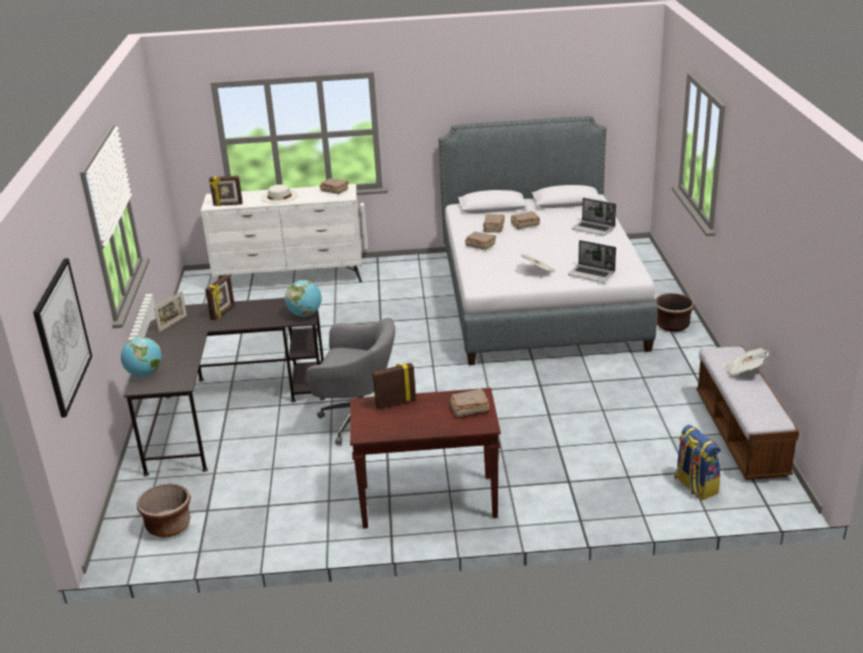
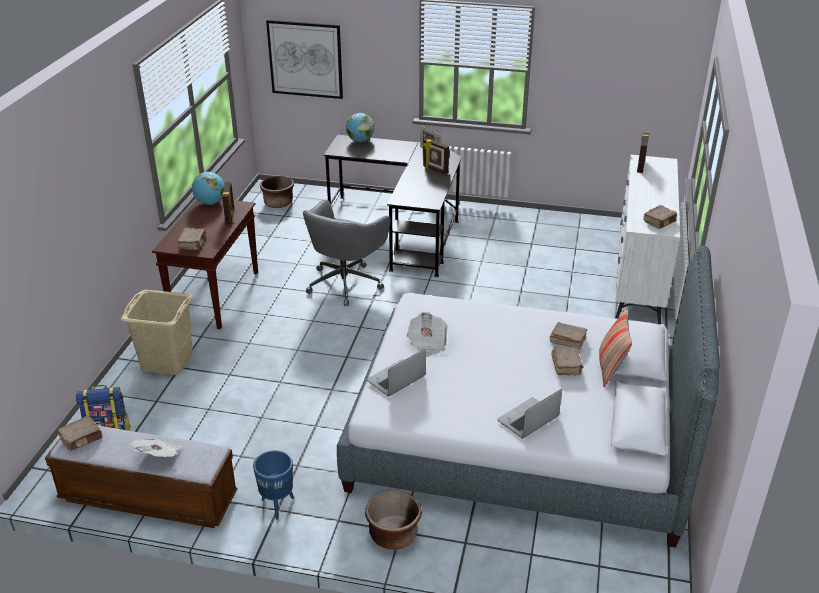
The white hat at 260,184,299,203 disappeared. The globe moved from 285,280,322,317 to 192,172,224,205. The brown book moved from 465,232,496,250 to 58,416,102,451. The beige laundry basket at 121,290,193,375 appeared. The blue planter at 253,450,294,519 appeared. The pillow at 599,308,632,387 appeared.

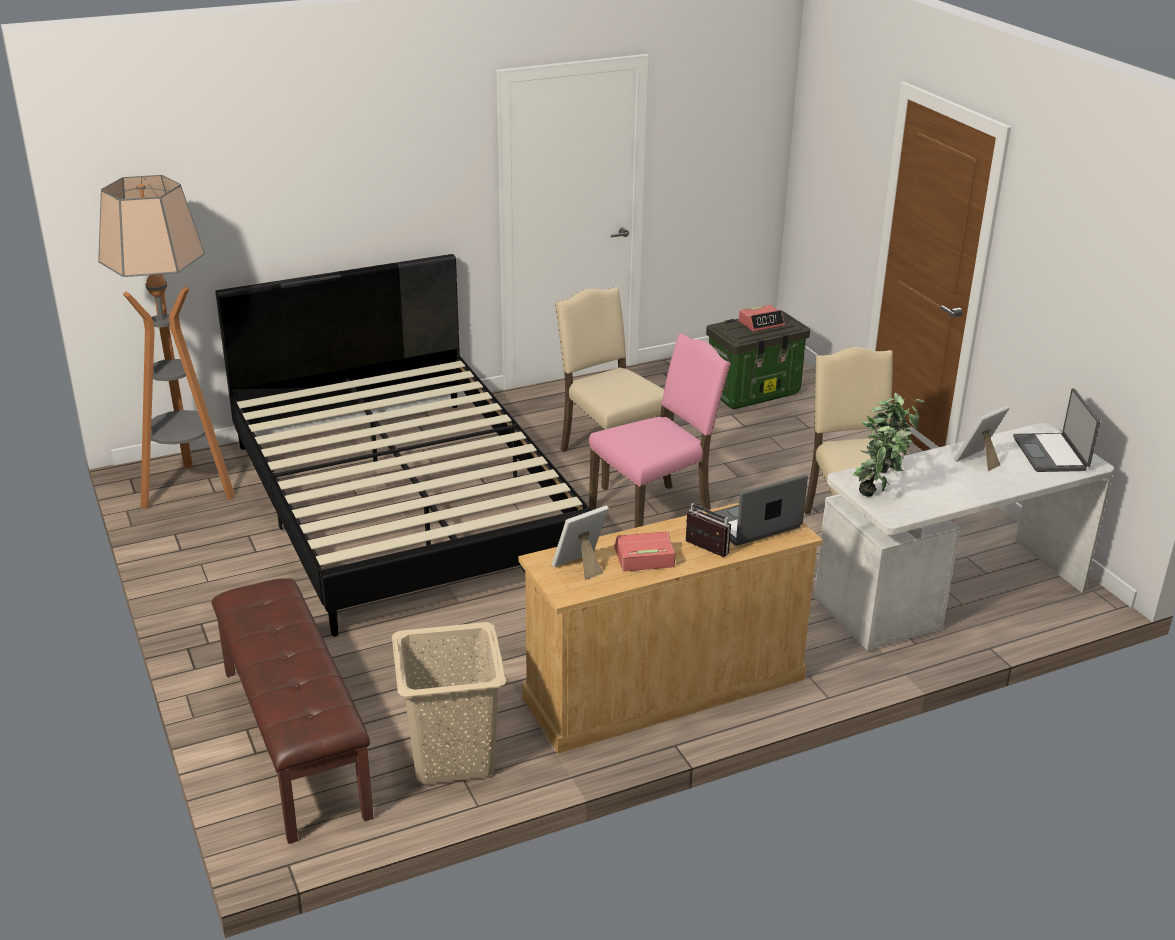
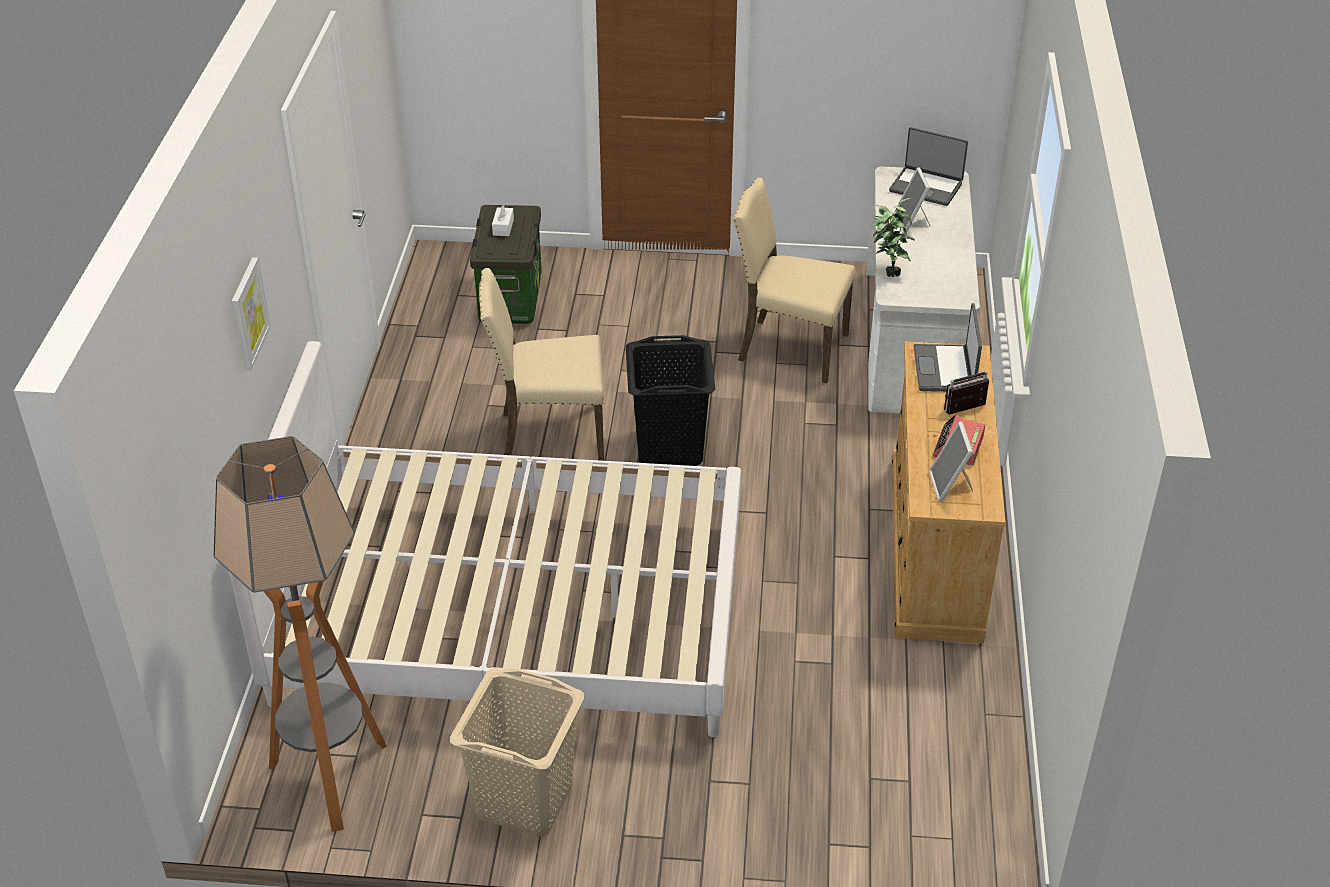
The brown bench at 212,578,373,844 disappeared. The black bed at 215,254,593,637 became the white bed at 229,341,741,737. The beige laundry basket moved from 392,622,506,784 to 450,668,585,836. The pink chair at 589,334,731,528 was replaced by the black laundry basket at 626,335,715,466. The alarm clock at 739,305,785,332 was replaced by the white tissue box at 492,204,514,236. The potted plant at 853,426,913,497 disappeared. The picture at 232,257,271,371 appeared.

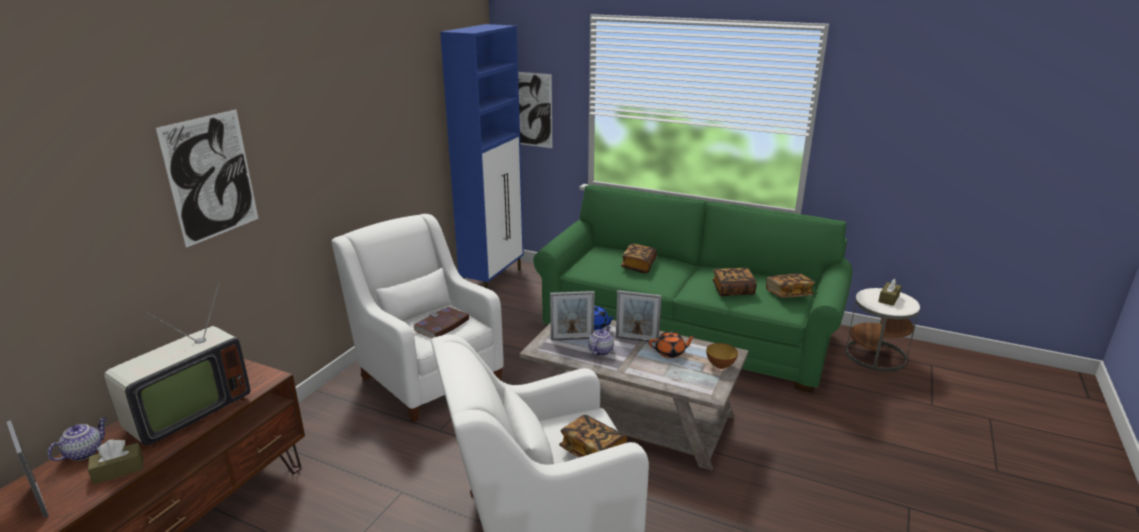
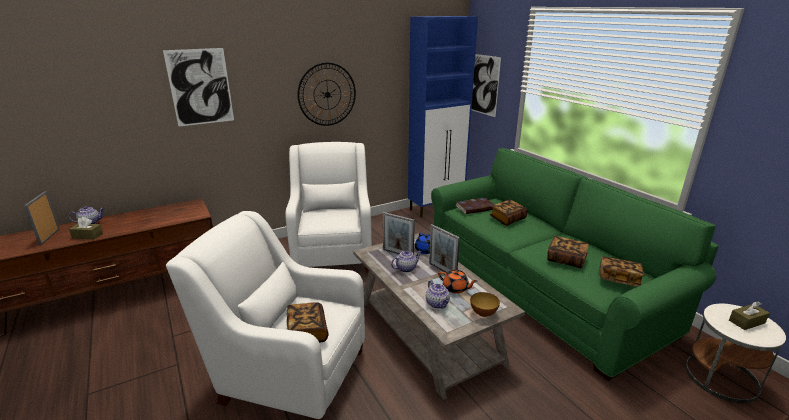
The television at 104,282,250,448 disappeared. The book moved from 413,307,469,338 to 455,198,495,214. The wall clock at 297,62,356,126 appeared. The teapot at 426,280,450,309 appeared.

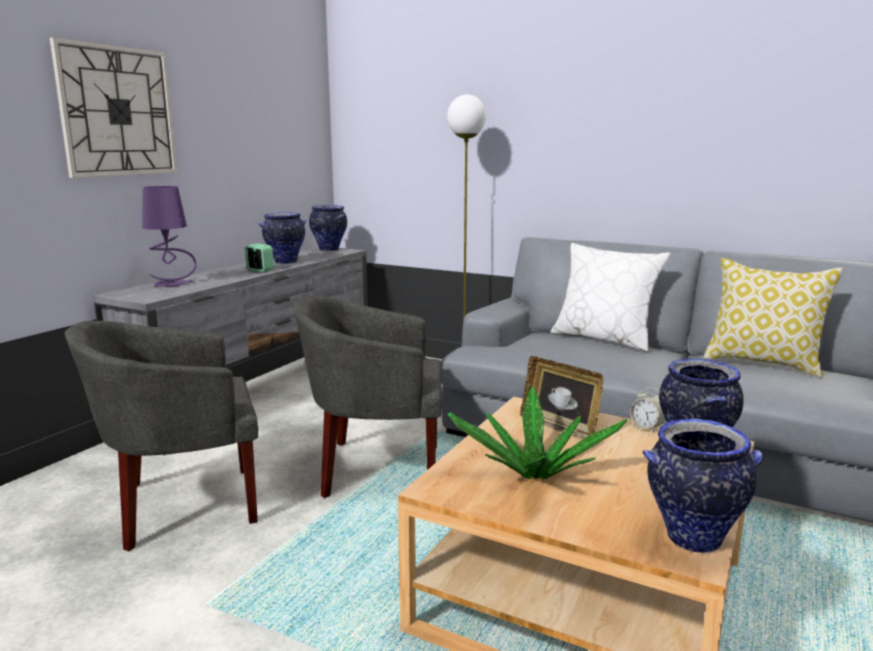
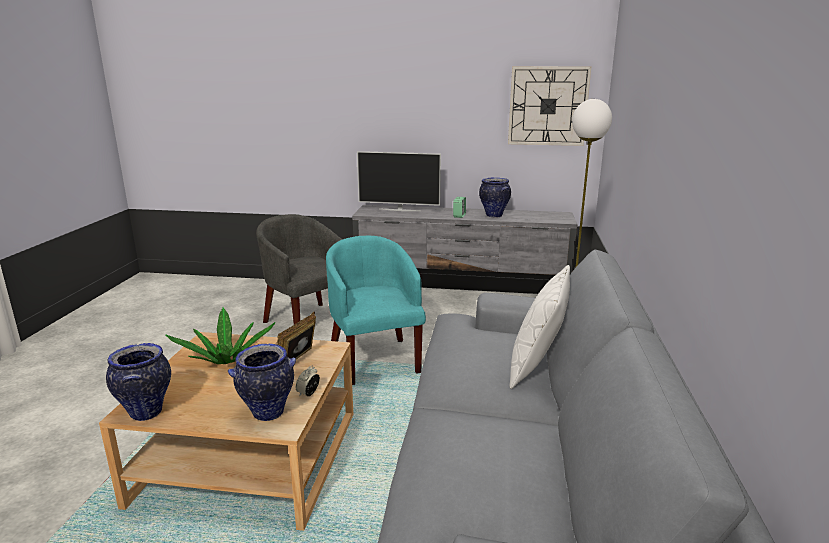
The wall clock moved from 50,37,178,178 to 508,66,592,146. The purple table lamp at 142,186,197,287 was replaced by the television at 357,151,441,211. The grey armchair at 293,296,442,498 became the turquoise armchair at 326,236,426,385. The vase at 309,205,347,251 disappeared. The pillow at 703,258,843,378 disappeared.

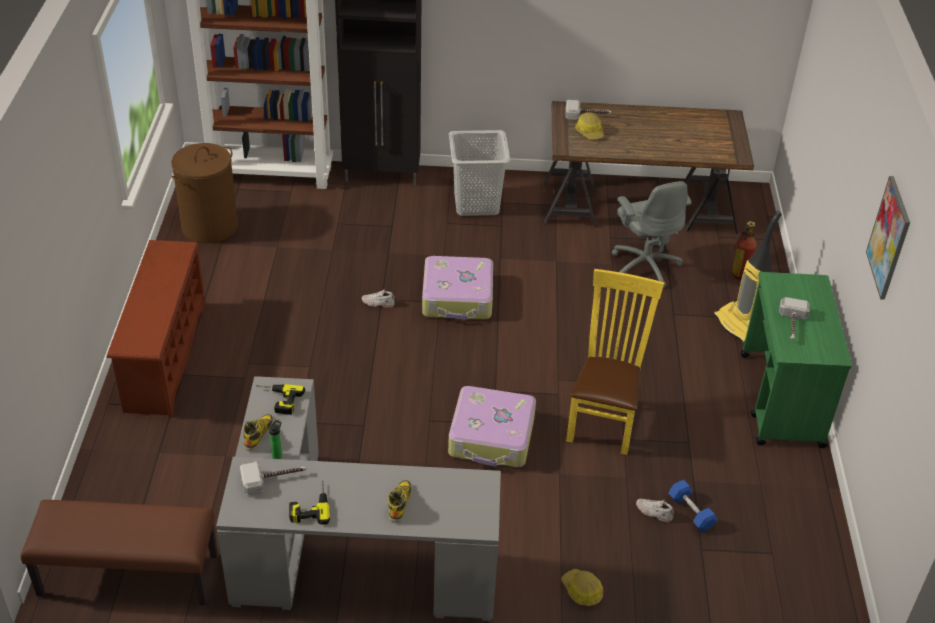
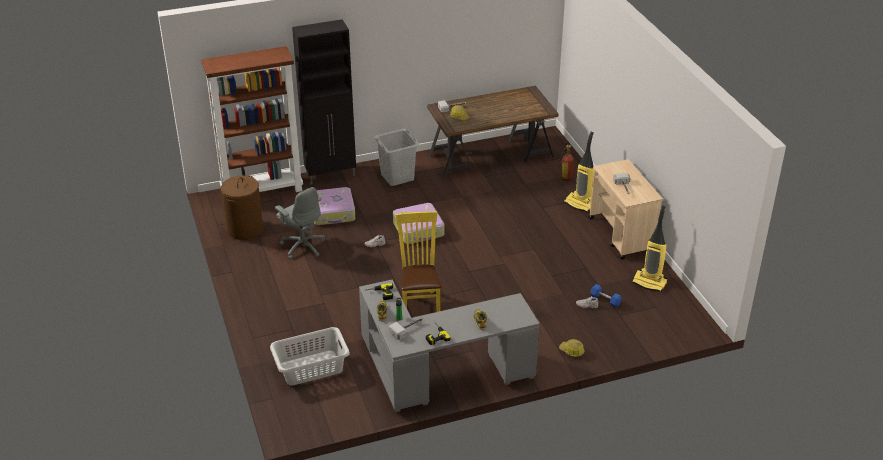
The brown bench at 21,500,218,605 disappeared. The brown shoe rack at 107,240,206,418 disappeared. The suitcase moved from 448,386,536,467 to 314,187,355,225. The yellow chair moved from 566,269,664,455 to 396,211,442,312. The grey office chair moved from 612,181,692,288 to 275,187,326,259. The green cart at 741,272,852,448 became the beige cart at 589,159,663,260. The picture at 866,176,910,300 disappeared. The grey laundry basket at 270,327,350,386 appeared. The vacuum cleaner at 632,206,668,292 appeared.

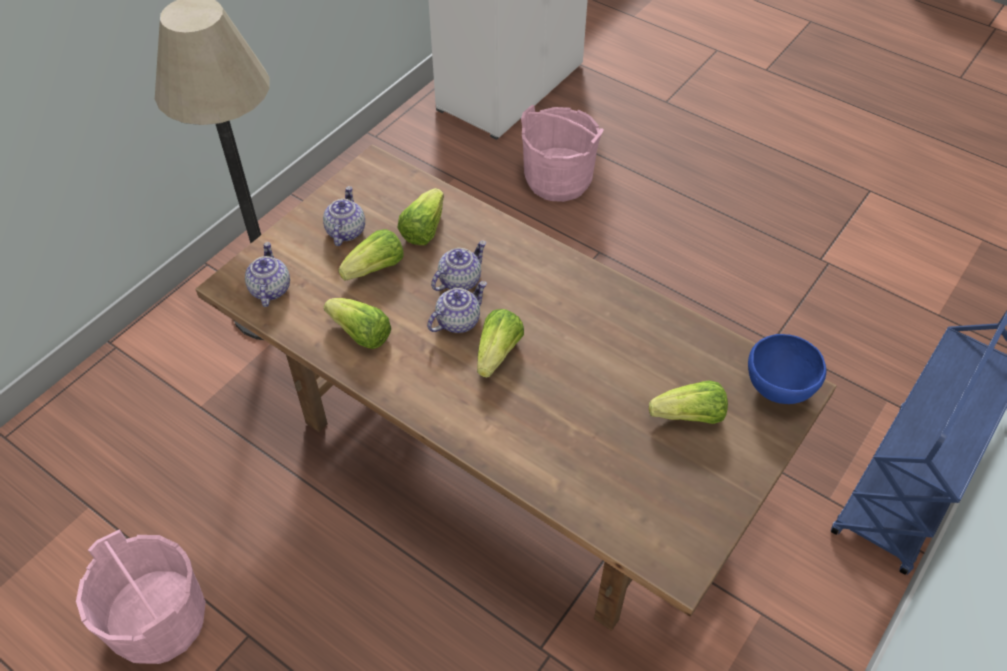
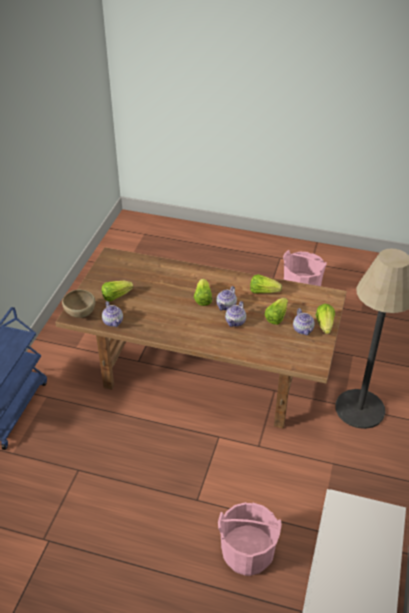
The teapot moved from 245,242,290,307 to 102,301,123,327. The lettuce moved from 397,188,444,245 to 315,304,335,334. The blue bowl at 748,334,826,404 became the brown bowl at 62,290,95,318.

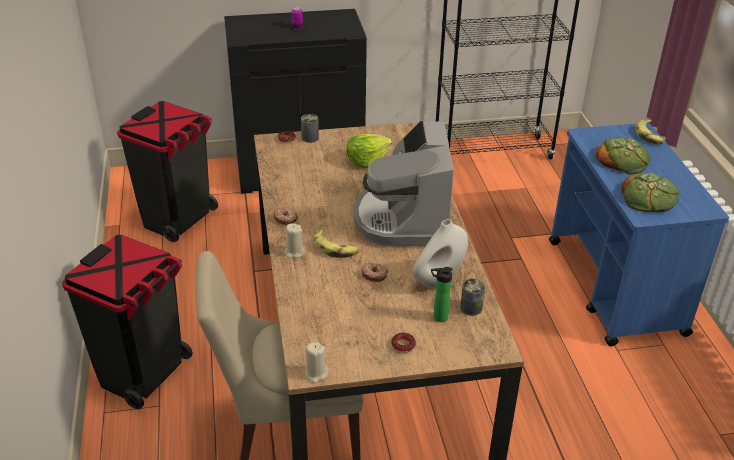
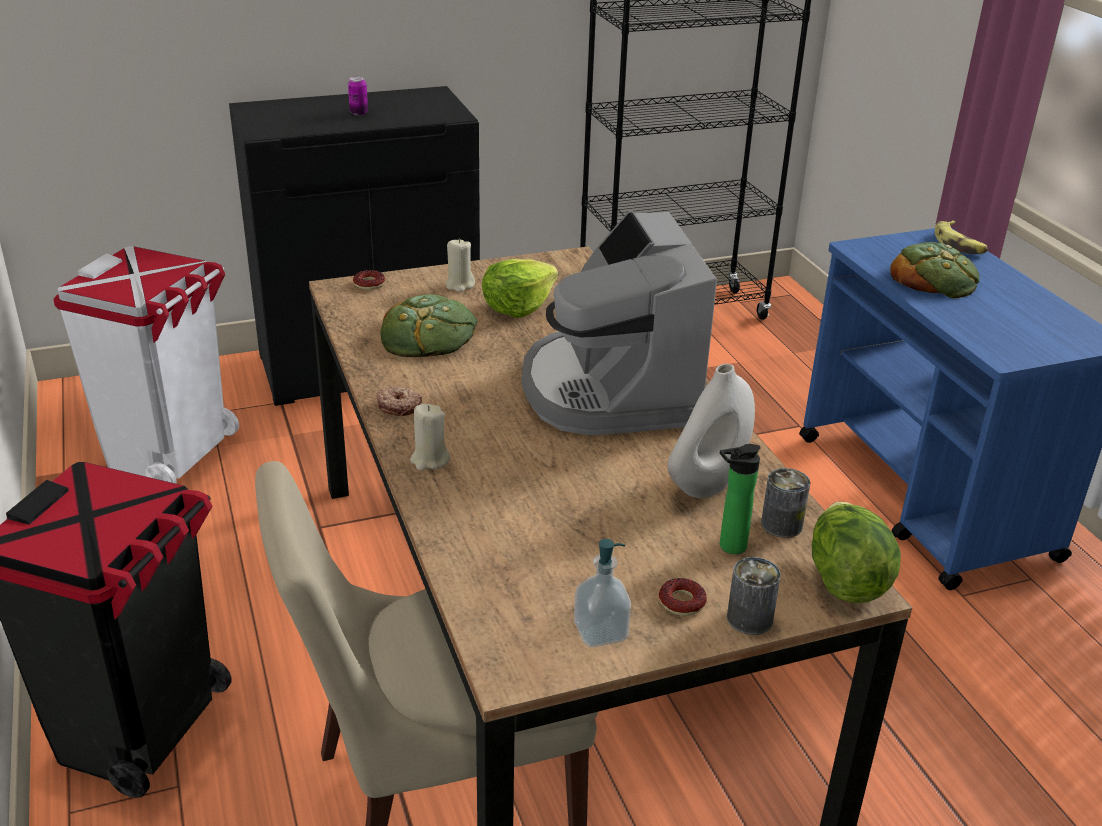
The black trash can at 117,101,218,242 became the white trash can at 53,246,239,484. The can moved from 301,114,319,143 to 727,557,781,635. The beige candle moved from 305,342,329,384 to 446,239,475,292. The banana at 314,229,359,258 disappeared. The donut at 361,263,388,282 disappeared. The bread moved from 621,173,679,212 to 380,294,478,357. The soap dispenser at 574,539,631,647 appeared. The lettuce at 812,501,901,603 appeared.

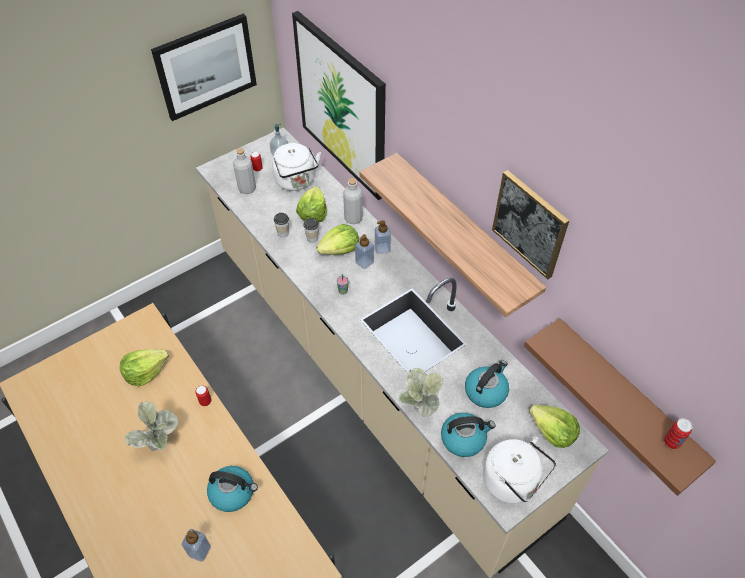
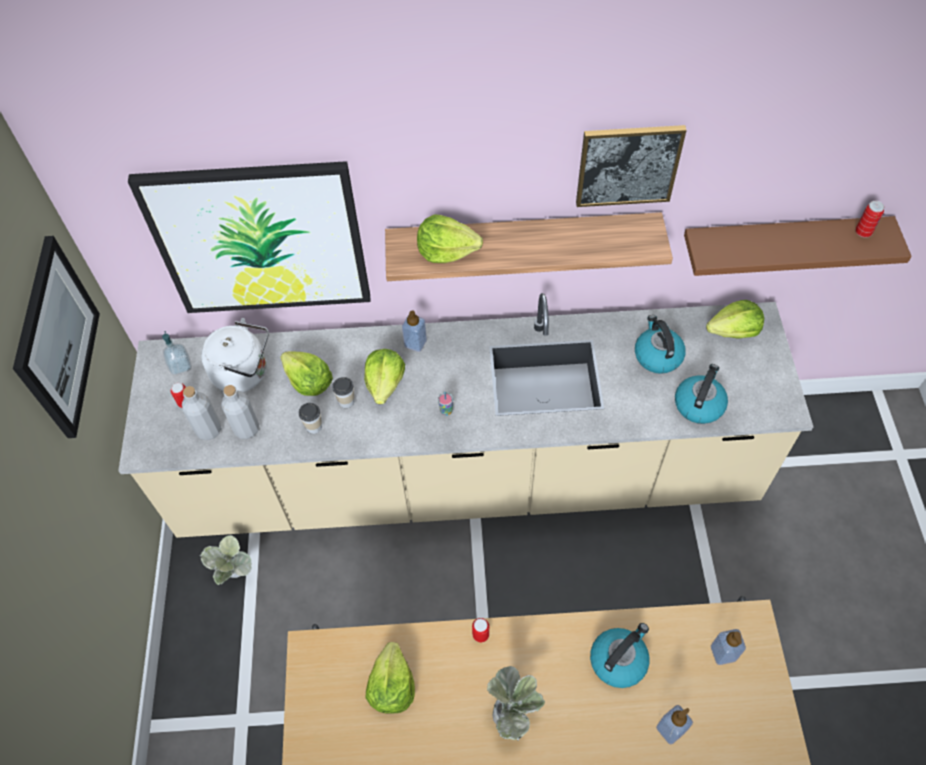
The grey bottle moved from 343,178,363,224 to 221,385,259,439. The soap dispenser moved from 355,234,374,269 to 711,629,746,665. The potted plant moved from 399,368,443,417 to 200,535,252,585. The white kettle at 483,437,556,504 disappeared. The lettuce at 417,214,483,263 appeared.

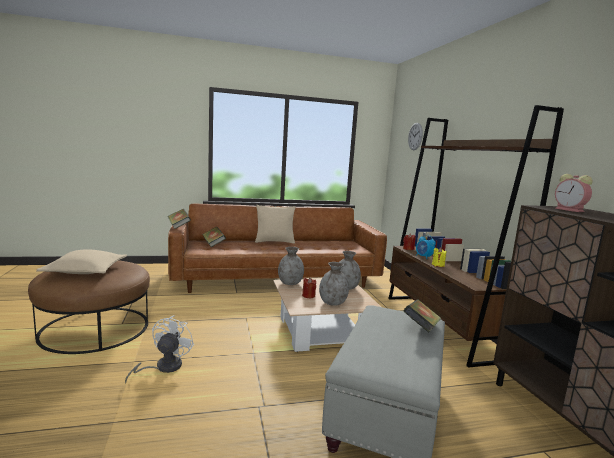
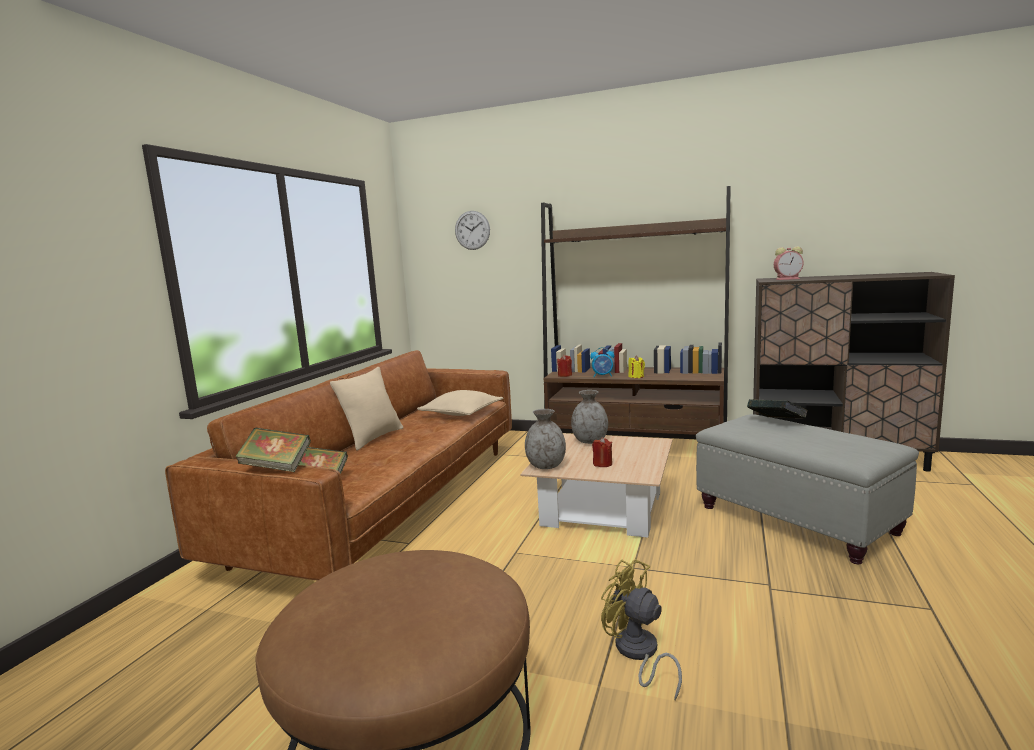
The beige pillow moved from 36,249,127,274 to 417,390,503,416. The white fan at 125,315,194,383 became the yellow fan at 601,559,682,700. The grey vase at 319,262,349,306 disappeared.

